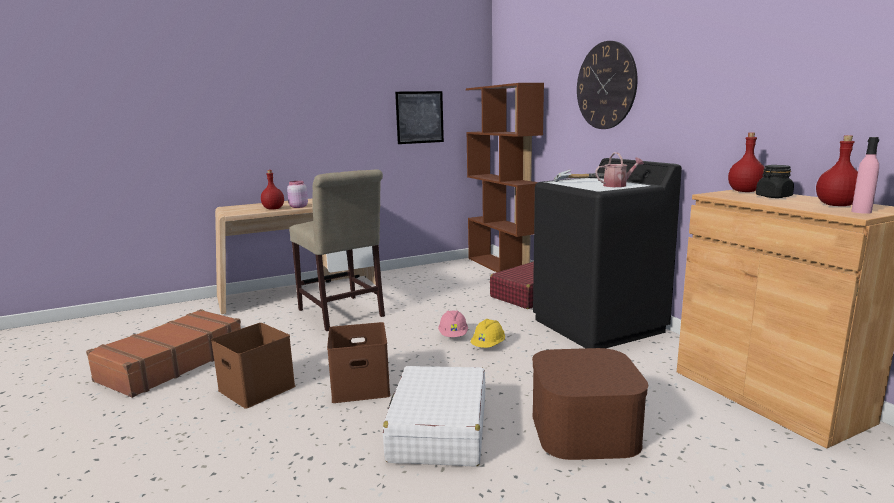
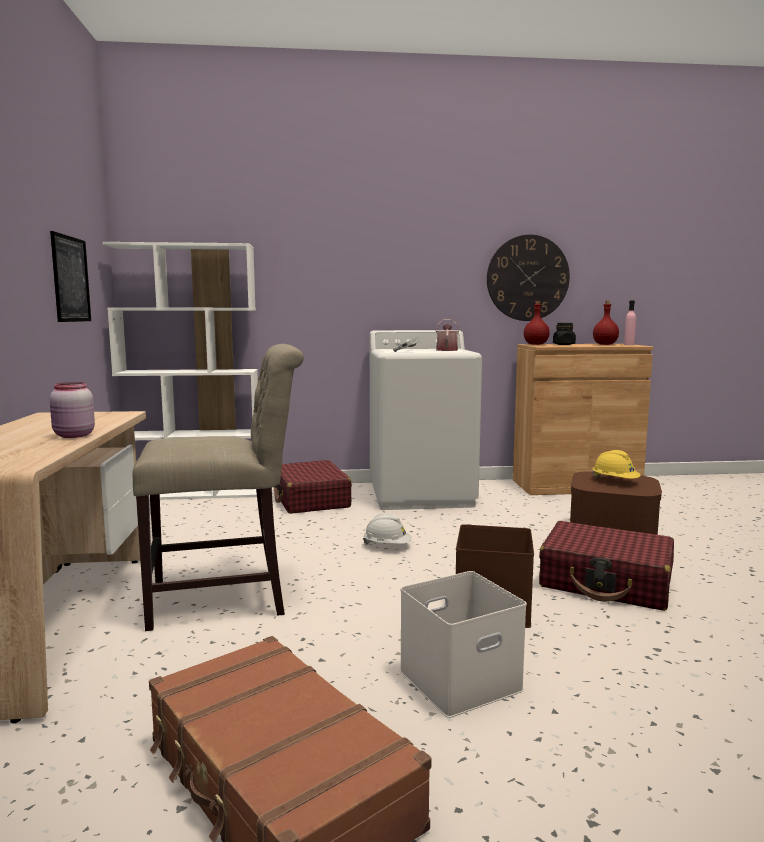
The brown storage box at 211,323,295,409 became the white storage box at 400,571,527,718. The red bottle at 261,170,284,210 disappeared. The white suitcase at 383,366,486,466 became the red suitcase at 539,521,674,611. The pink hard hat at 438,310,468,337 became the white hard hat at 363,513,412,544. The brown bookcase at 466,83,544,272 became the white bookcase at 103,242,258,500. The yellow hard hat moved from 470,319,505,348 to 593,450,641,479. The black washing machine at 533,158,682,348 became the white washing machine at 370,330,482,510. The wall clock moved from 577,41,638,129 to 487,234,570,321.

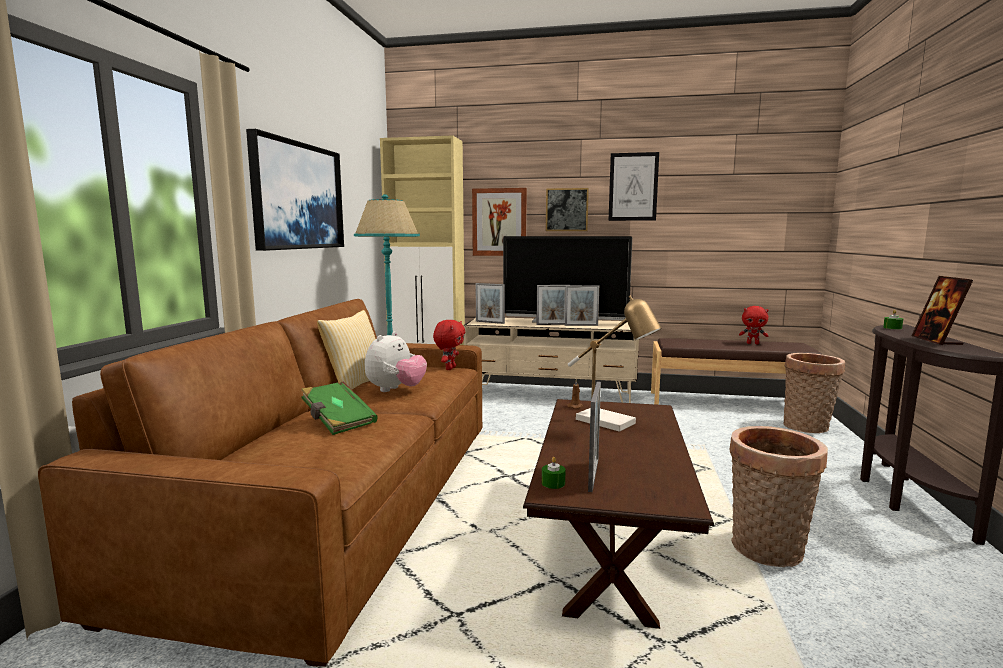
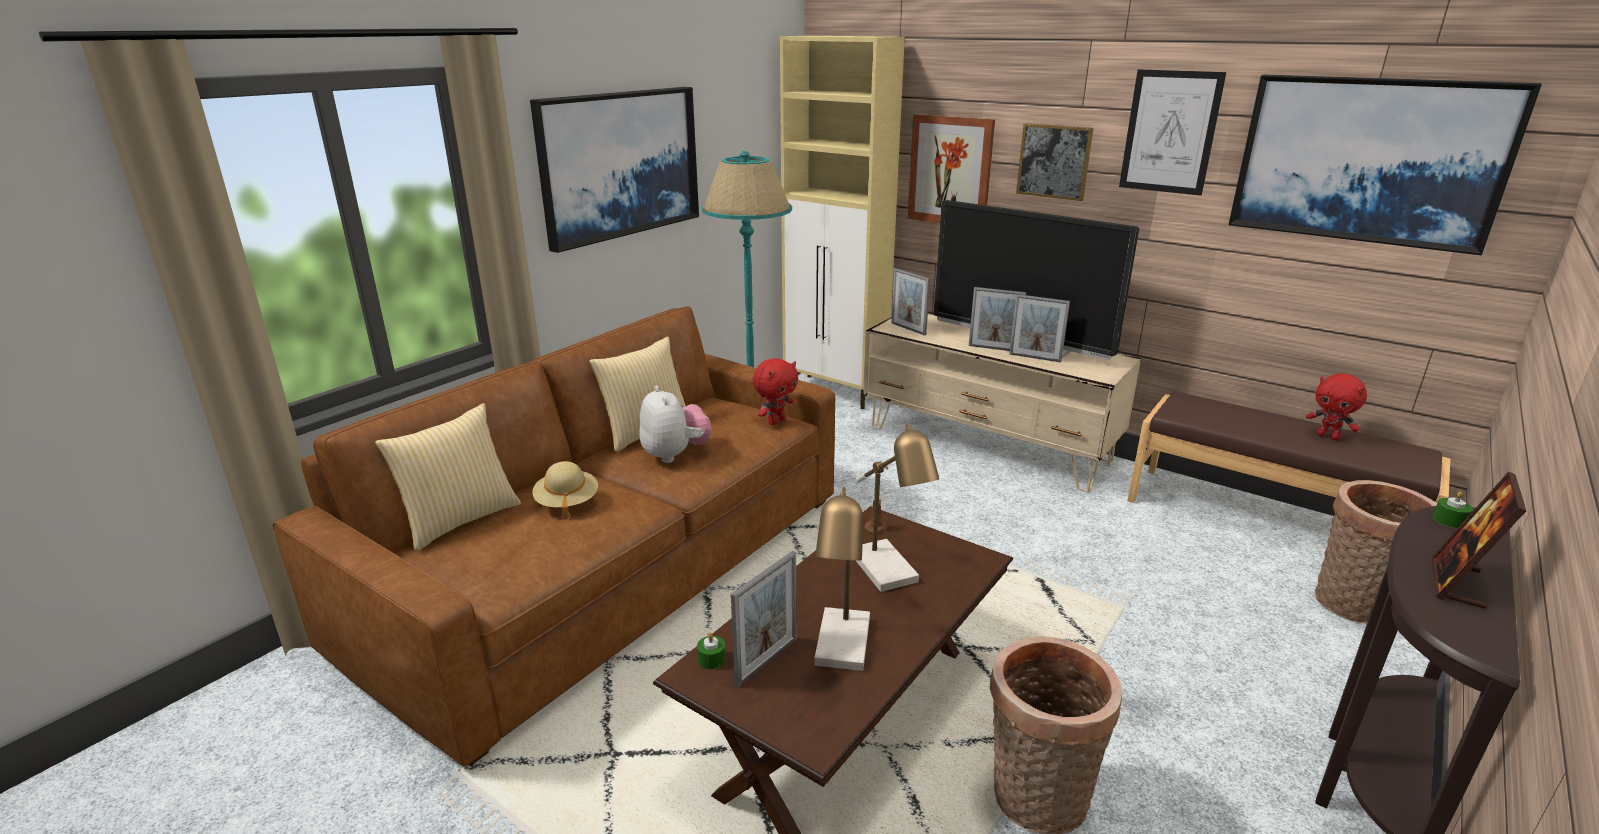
The green book at 301,381,378,435 was replaced by the beige hat at 532,461,598,519. The plush toy at 365,331,427,392 turned 75 degrees counterclockwise. The pillow at 375,403,521,551 appeared. The table lamp at 814,487,870,671 appeared. The picture at 1228,75,1542,255 appeared.

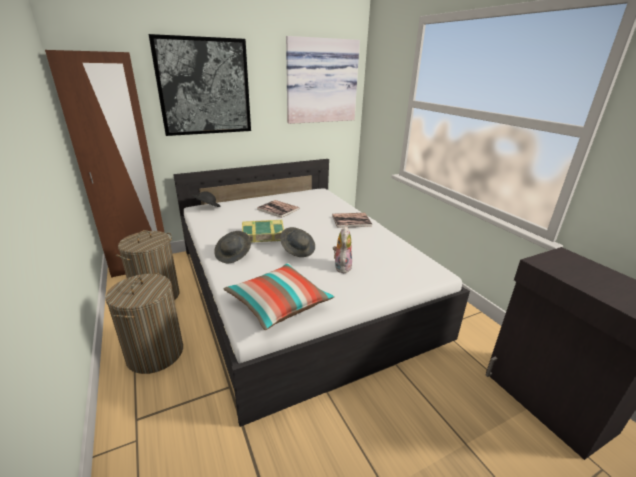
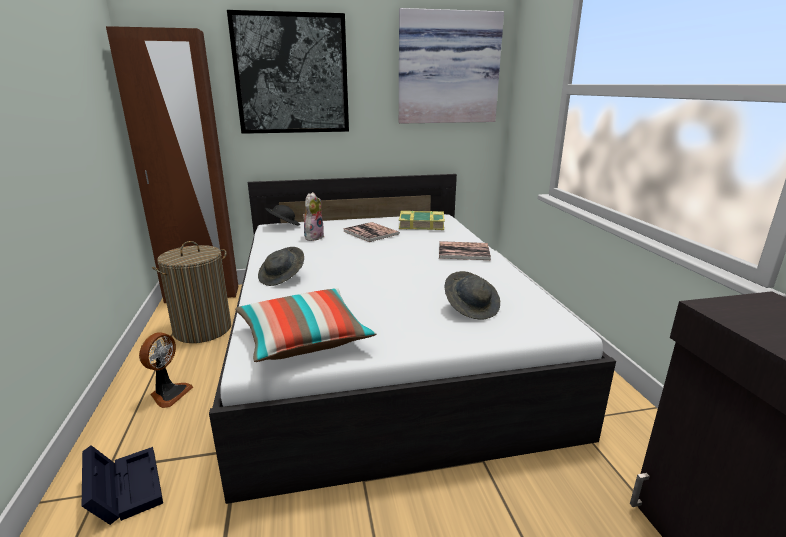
The laundry basket at 105,273,183,374 was replaced by the fan at 139,333,193,408. The book moved from 242,220,284,243 to 399,211,445,230. The grey hat moved from 280,227,315,257 to 445,271,500,319. The plush toy moved from 333,226,352,273 to 303,192,325,241. The black storage box at 82,445,163,525 appeared.

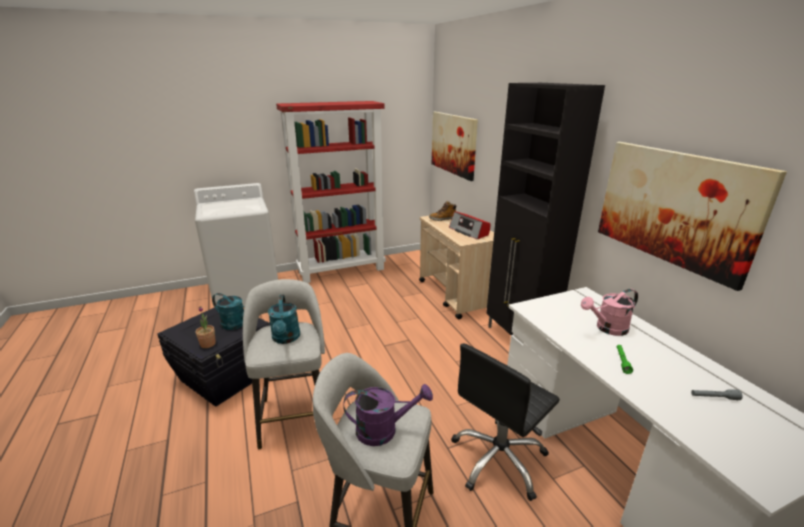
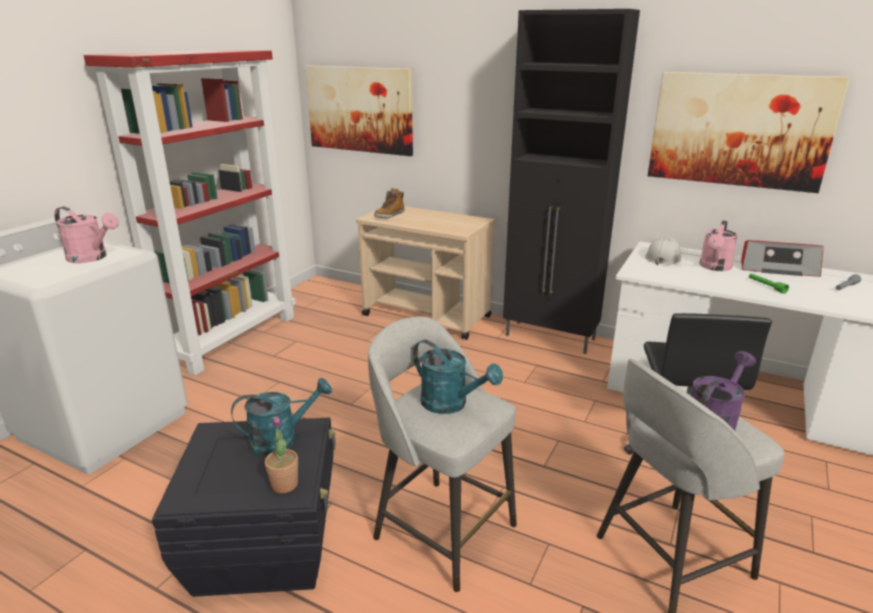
The radio moved from 449,211,491,239 to 741,240,823,277. The pink watering can at 54,207,119,263 appeared. The white hard hat at 645,236,682,265 appeared.

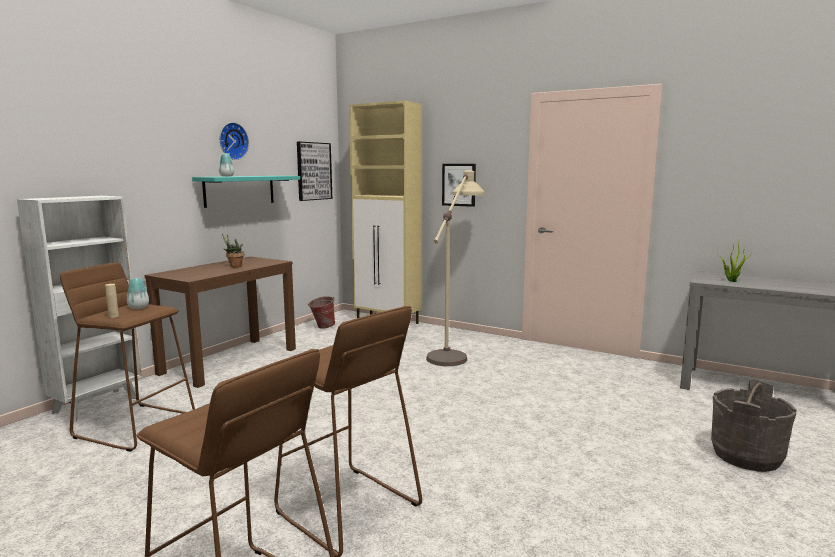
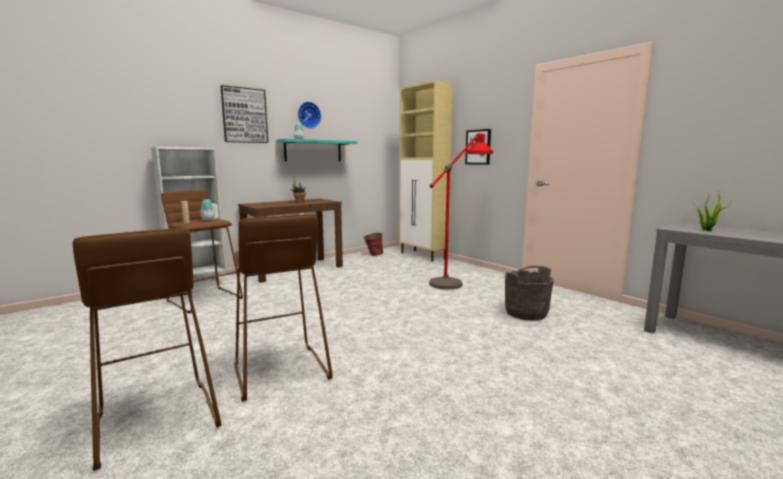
The picture moved from 297,142,332,201 to 220,85,268,143. The beige floor lamp at 426,170,485,366 became the red floor lamp at 429,133,493,290. The grey bucket moved from 711,380,796,472 to 505,266,554,321.

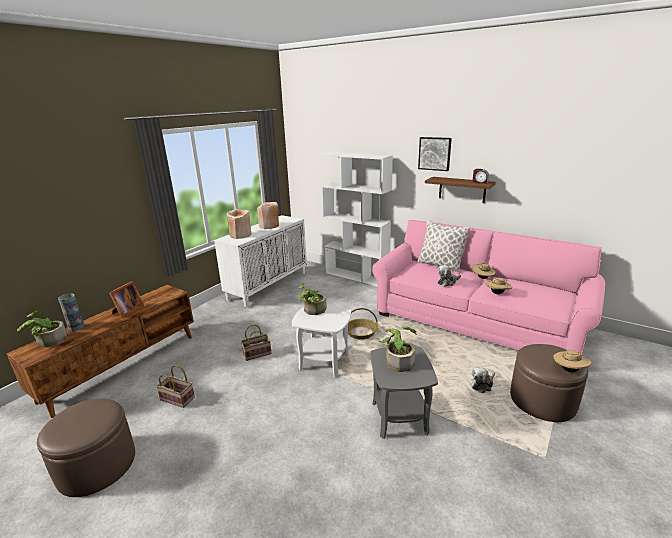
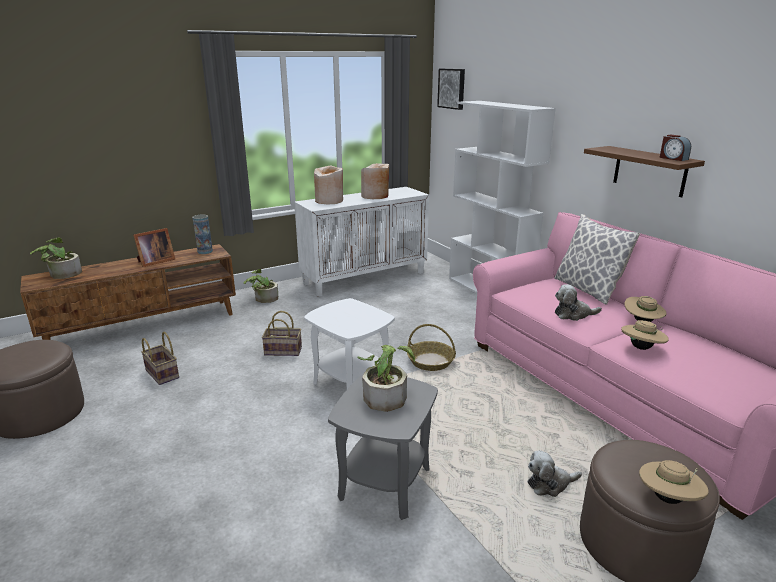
The vase moved from 58,294,84,331 to 192,215,213,254. The potted plant moved from 298,283,326,315 to 243,269,278,303. The picture moved from 418,137,452,171 to 437,69,465,110.

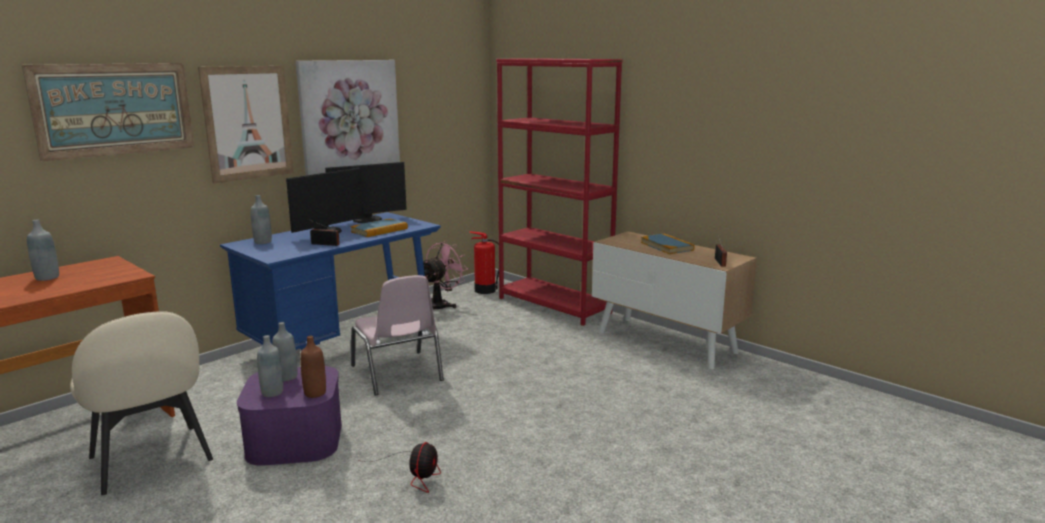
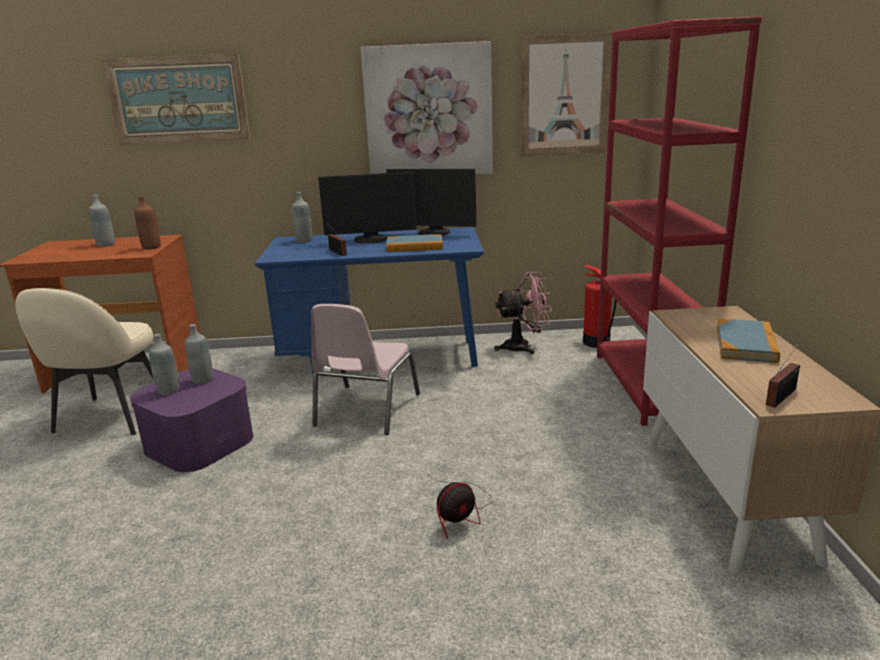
The picture moved from 198,66,294,183 to 521,33,612,157. The brown bottle moved from 300,336,326,398 to 135,196,161,250. The fan moved from 358,442,441,493 to 429,475,493,539.

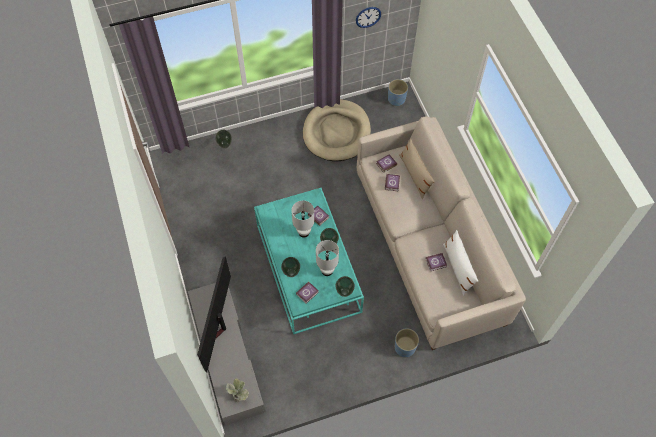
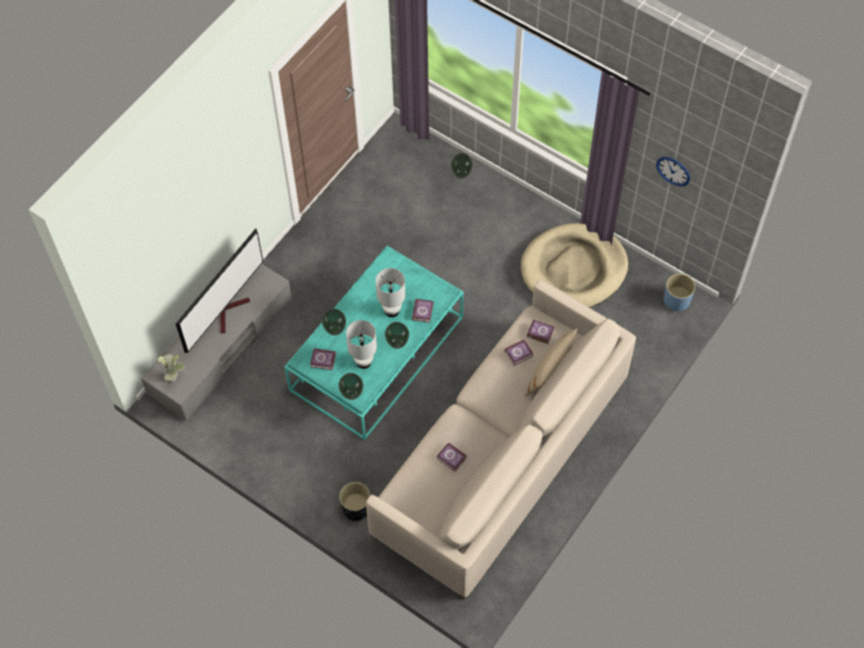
The television at 197,256,231,372 turned 150 degrees clockwise. The blue planter at 395,328,419,358 became the black planter at 339,482,370,521. The white pillow at 443,230,478,296 disappeared.

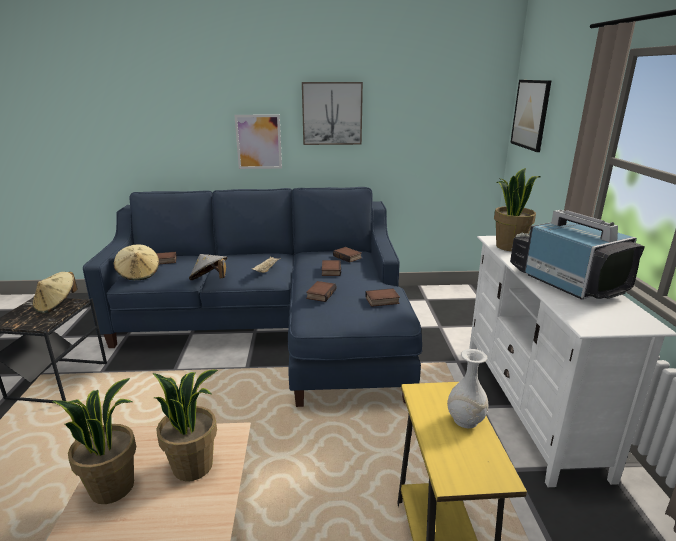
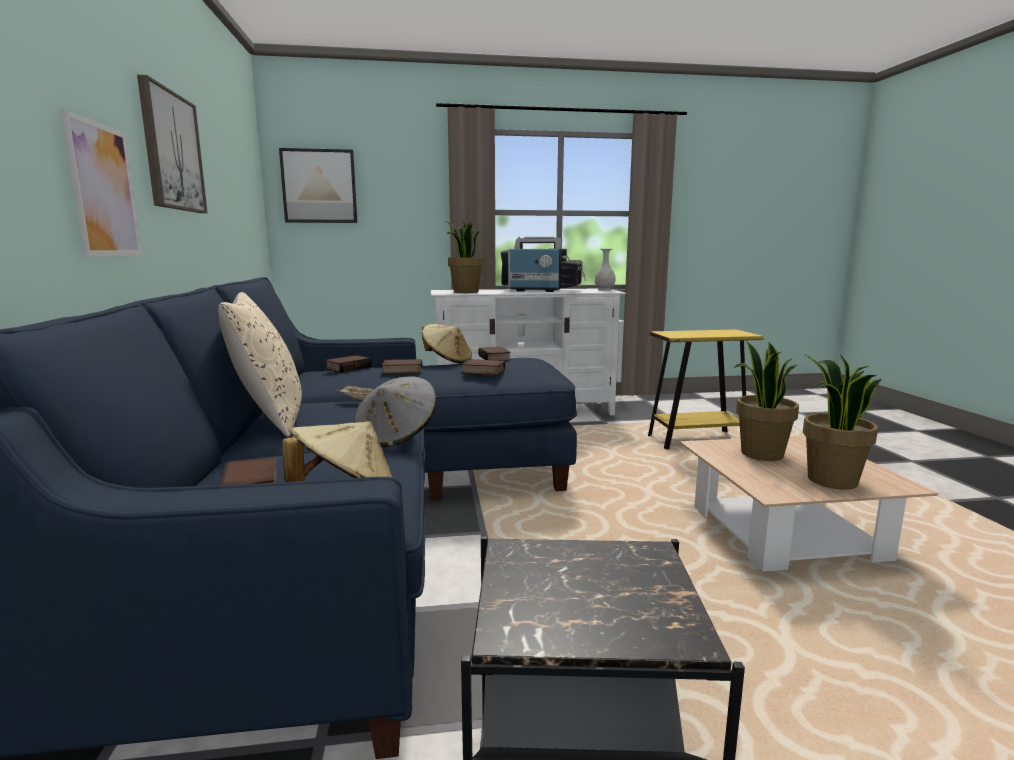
The beige hat moved from 33,272,78,314 to 422,324,472,363. The white vase moved from 447,349,488,428 to 595,249,615,290. The television at 510,210,645,300 turned 135 degrees counterclockwise. The beige pillow at 218,292,302,437 appeared.

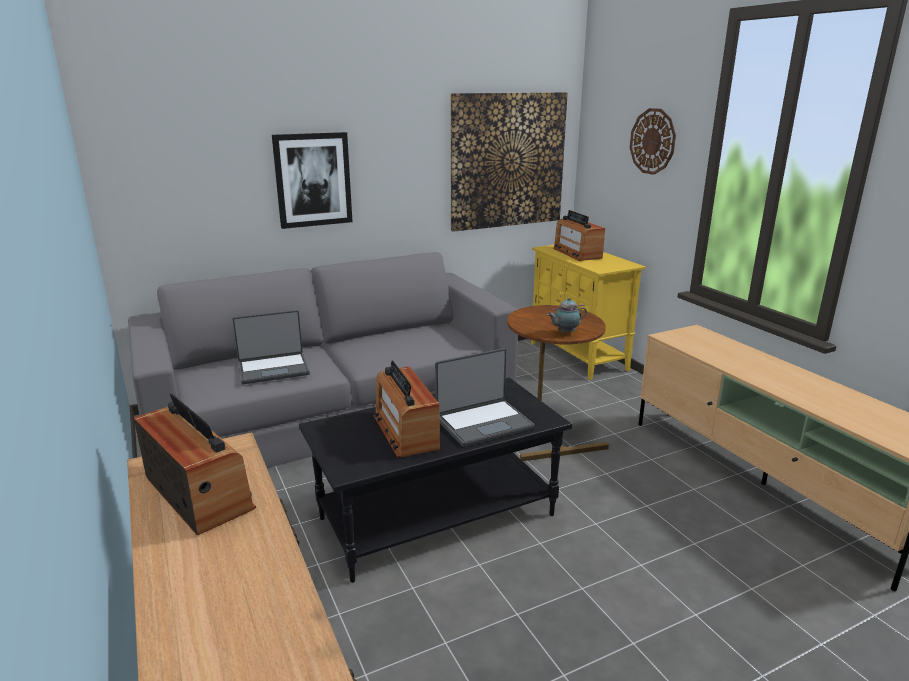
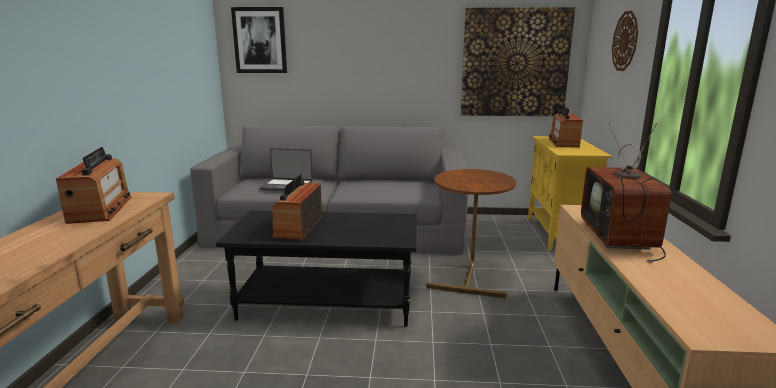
The picture moved from 272,132,352,229 to 231,7,287,73. The laptop at 435,348,535,447 disappeared. The teapot at 547,297,587,334 disappeared. The television at 581,122,671,263 appeared.

